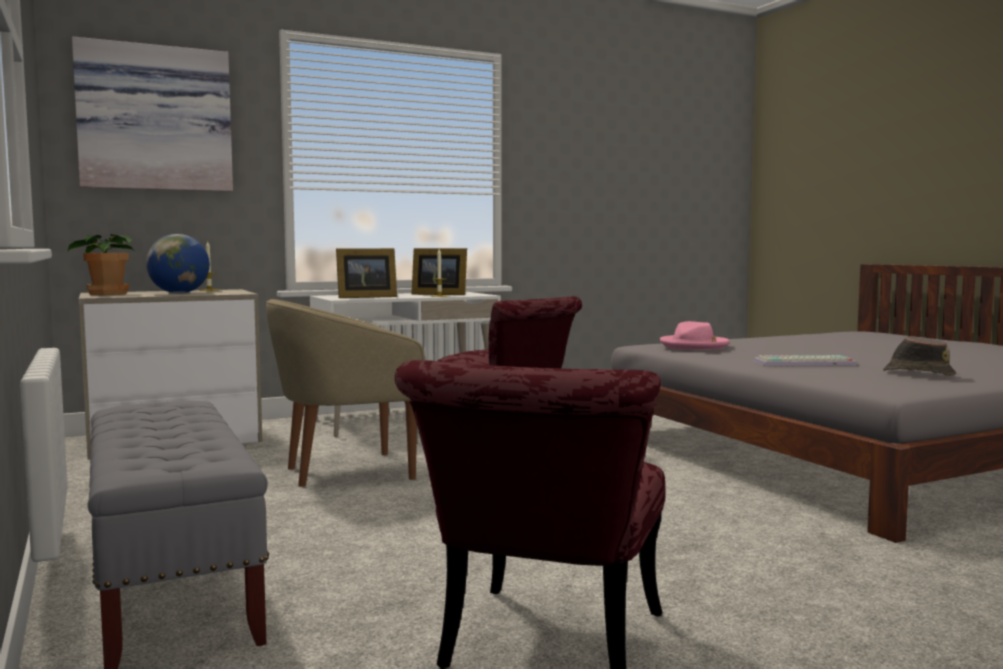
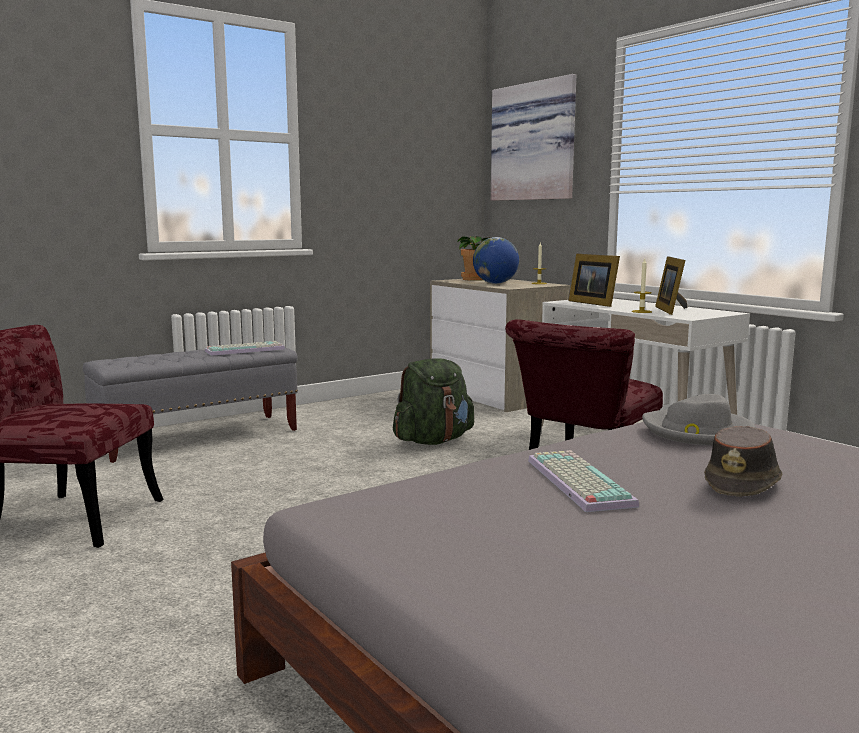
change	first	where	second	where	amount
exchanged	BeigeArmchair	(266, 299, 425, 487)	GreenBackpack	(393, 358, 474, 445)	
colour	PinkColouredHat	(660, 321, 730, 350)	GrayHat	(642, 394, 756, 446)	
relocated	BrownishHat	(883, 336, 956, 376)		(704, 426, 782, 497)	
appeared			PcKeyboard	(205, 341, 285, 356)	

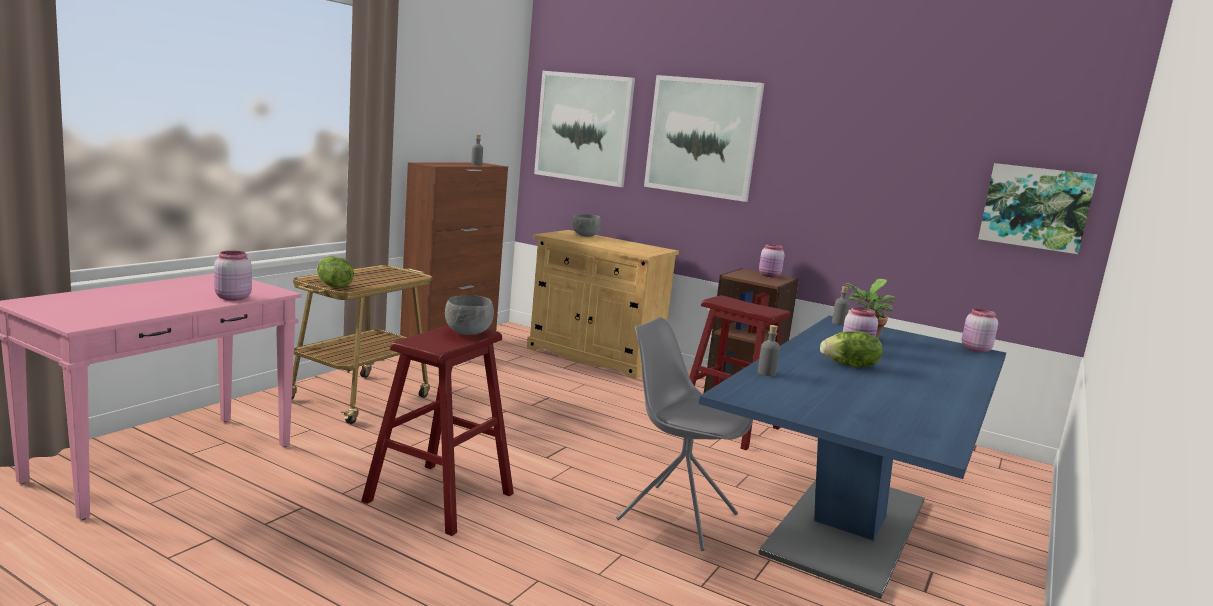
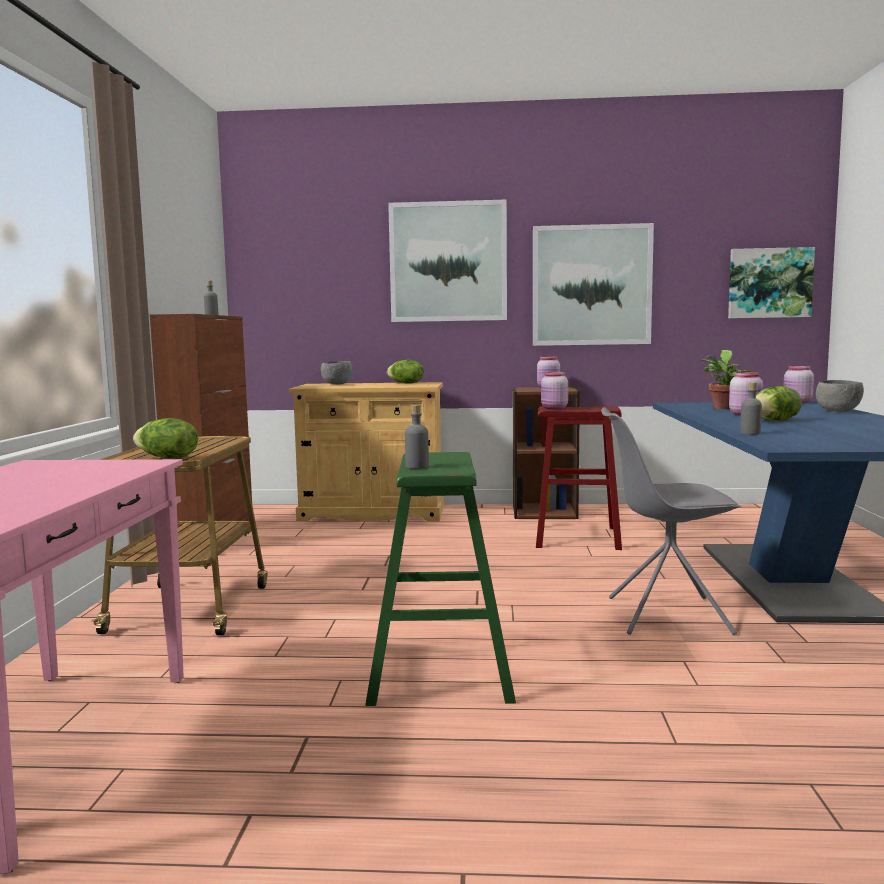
change	first	where	second	where	amount
relocated	WallPicture	(534, 71, 635, 187)		(533, 223, 654, 346)	
relocated	PinkColouredJar	(214, 251, 252, 301)		(541, 372, 568, 410)	
relocated	GrayBeverageBottle	(832, 286, 850, 325)		(405, 404, 429, 469)	
relocated	GrayServingBowl	(445, 295, 494, 335)		(816, 380, 864, 412)	
colour	RedStoolSeat	(361, 325, 514, 536)	GreenStoolSeat	(365, 452, 516, 706)	
appeared			Lettuce	(387, 360, 424, 384)	

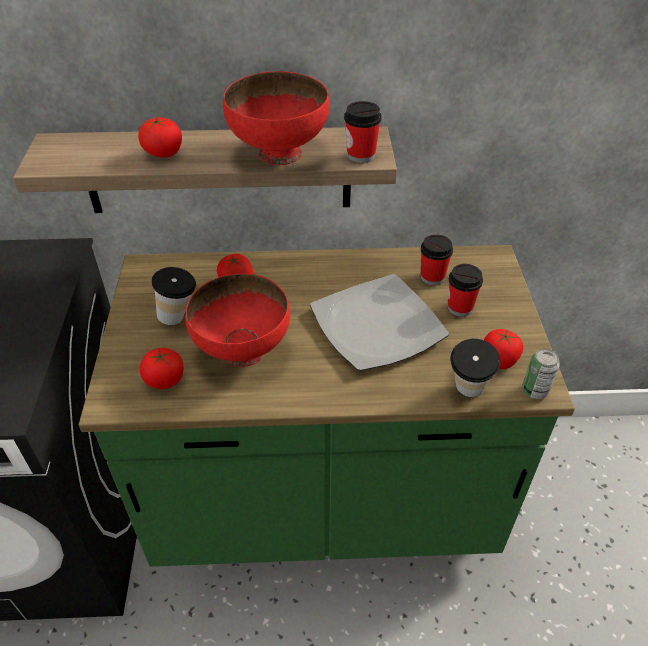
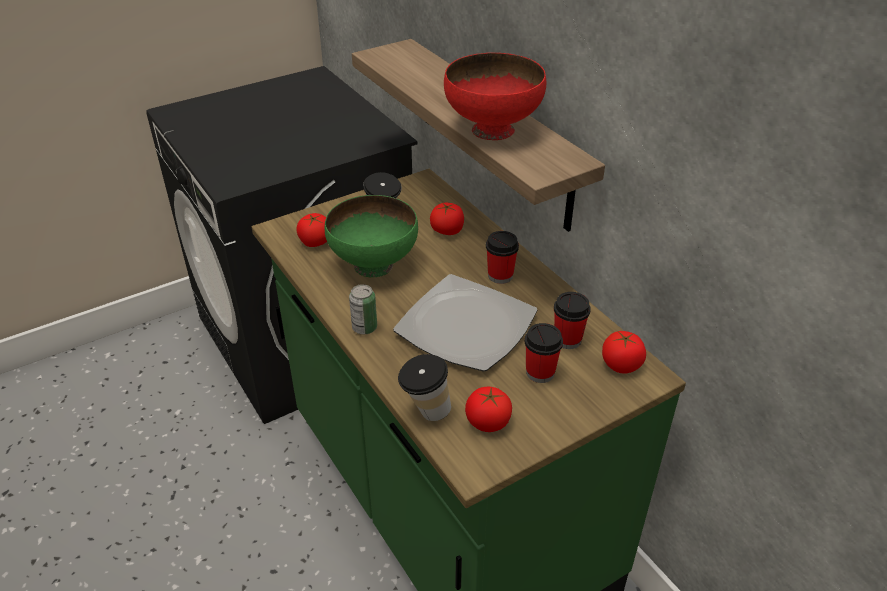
change	first	where	second	where	amount
relocated	DrinkingCup	(344, 101, 382, 163)		(486, 231, 519, 284)	
relocated	Tomato	(138, 116, 182, 158)		(602, 331, 646, 374)	
colour	RedServingBowl	(185, 273, 290, 367)	GreenServingBowl	(325, 195, 418, 277)	
relocated	MetalCan	(522, 348, 560, 399)		(349, 284, 377, 334)	

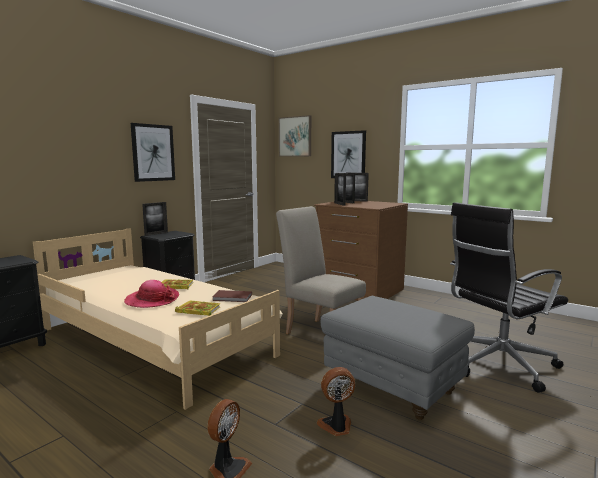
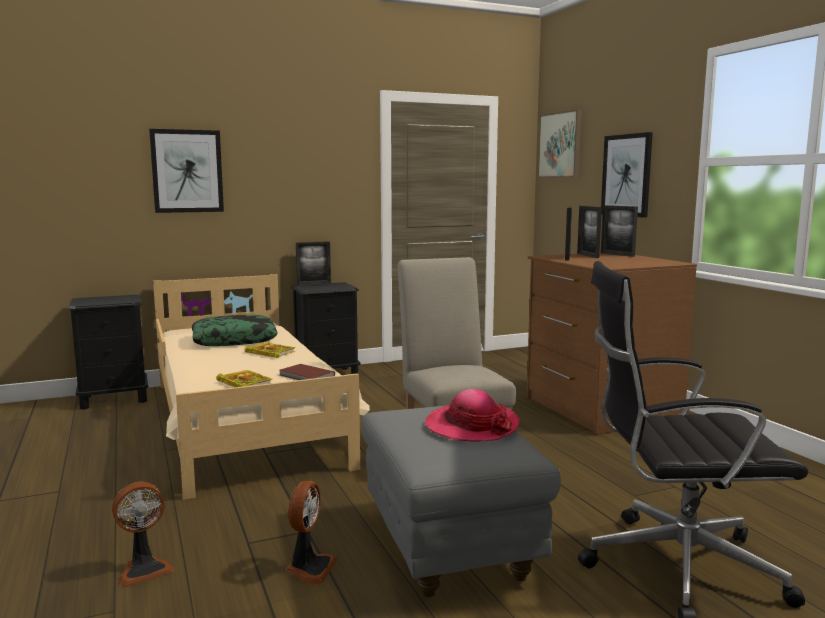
change	first	where	second	where	amount
relocated	WallPicture	(131, 123, 175, 182)		(149, 129, 224, 213)	
relocated	Hat	(124, 280, 179, 308)		(425, 389, 520, 442)	
spun	CoolingFan	(317, 367, 355, 436)		(286, 481, 338, 585)	90 degrees clockwise
appeared			Pillow	(192, 315, 278, 346)	

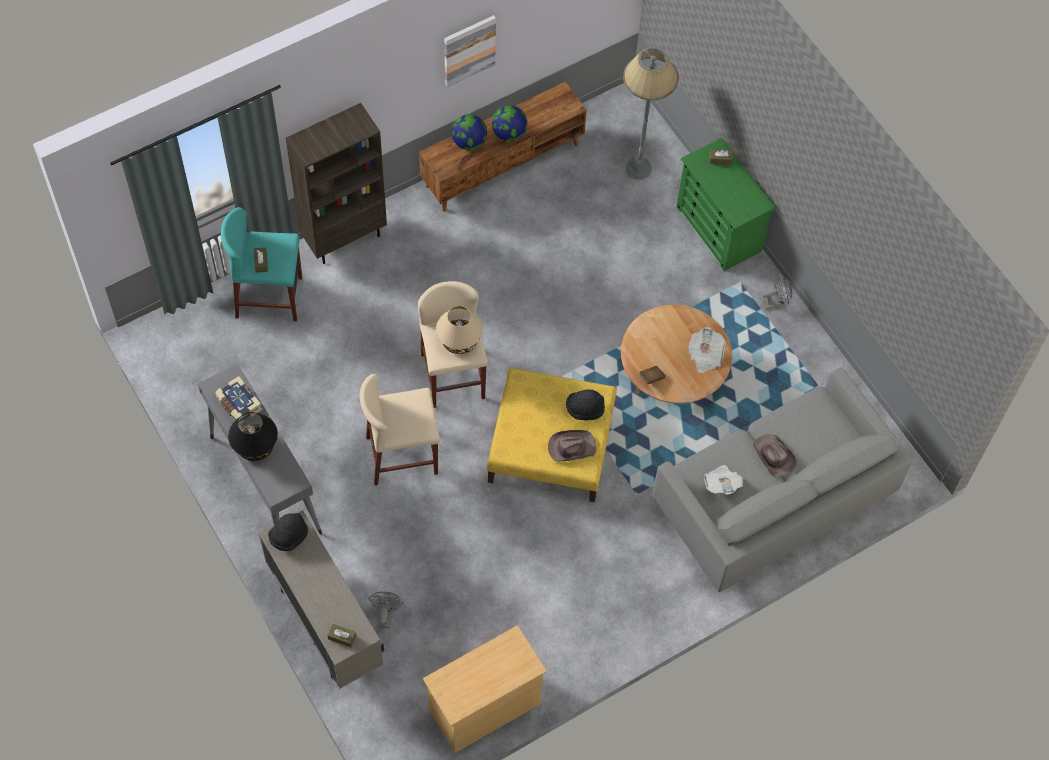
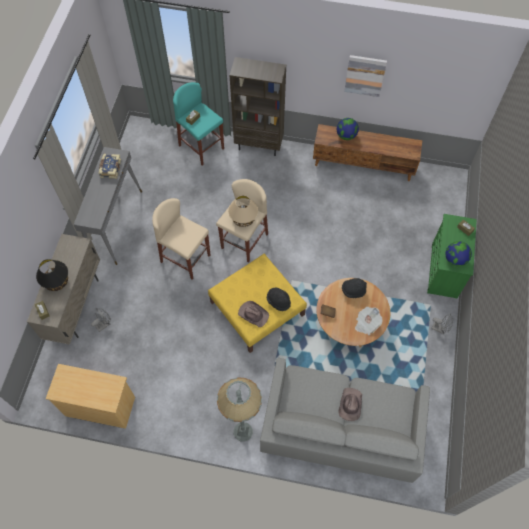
change	first	where	second	where	amount
relocated	GrayStandingLamp	(623, 47, 679, 179)		(217, 377, 262, 442)	
relocated	DeskGlobe	(492, 105, 527, 141)		(445, 241, 472, 266)	
relocated	BlackColouredLampForATable	(228, 412, 278, 461)		(36, 259, 68, 291)	
missing	Newspaper	(704, 465, 743, 495)			
relocated	BlackColouredHat	(268, 513, 308, 551)		(342, 278, 367, 298)	

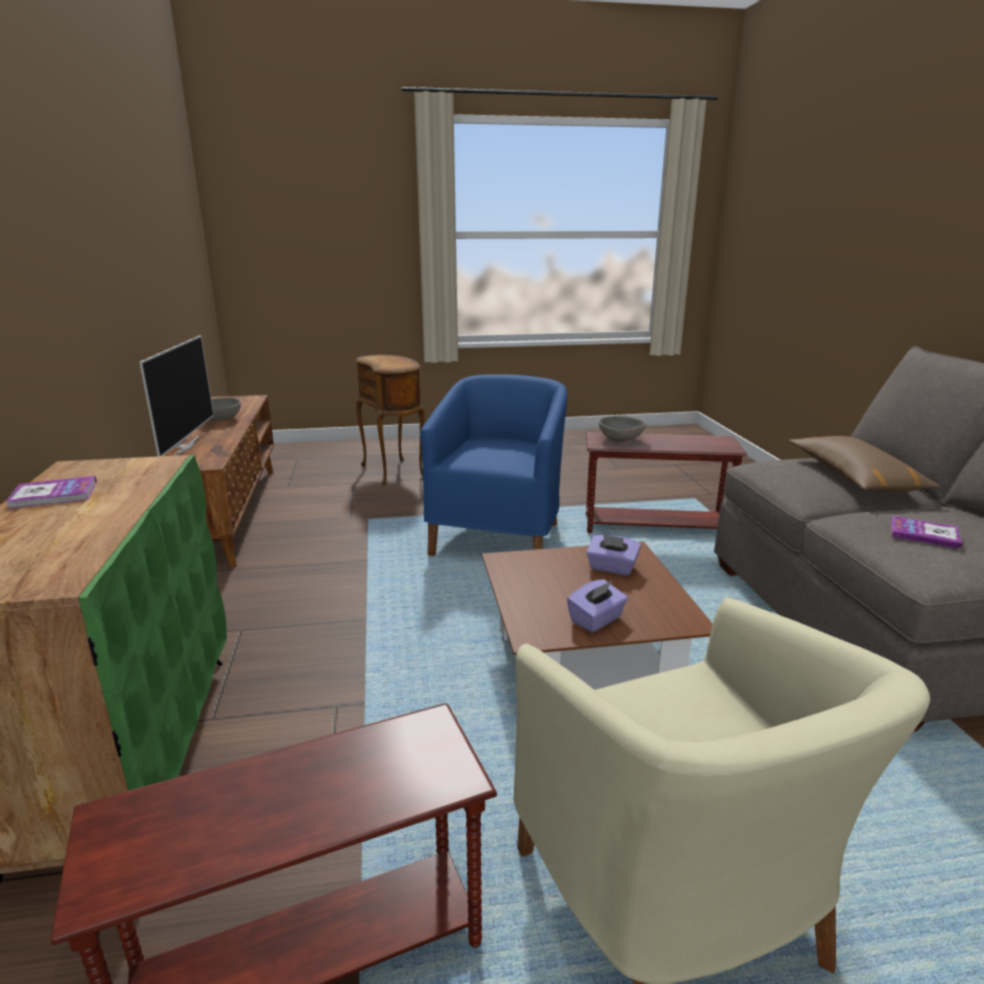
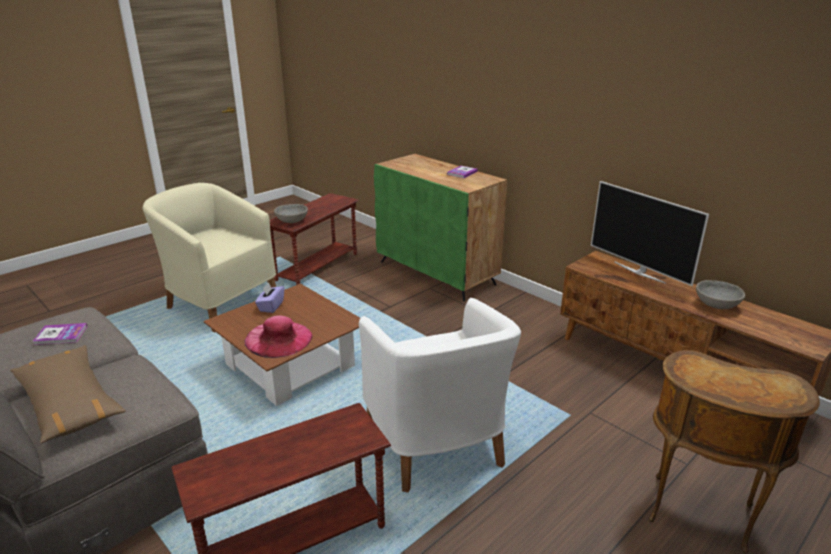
change	first	where	second	where	amount
colour	BlueArmchair	(420, 374, 567, 556)	WhiteColouredArmchair	(359, 298, 521, 493)	
relocated	GrayServingBowl	(599, 416, 646, 442)		(274, 204, 308, 223)	
exchanged	PurplishTissueBox	(587, 534, 641, 576)	PinkColouredHat	(245, 316, 312, 358)	

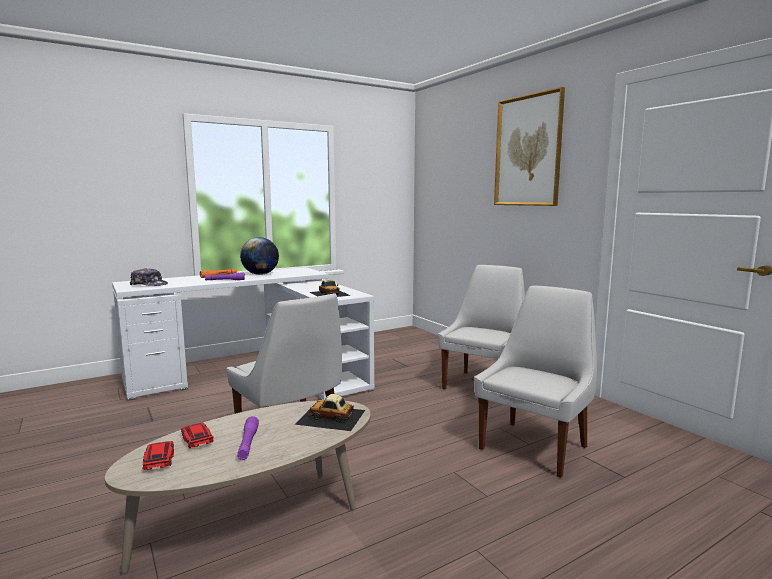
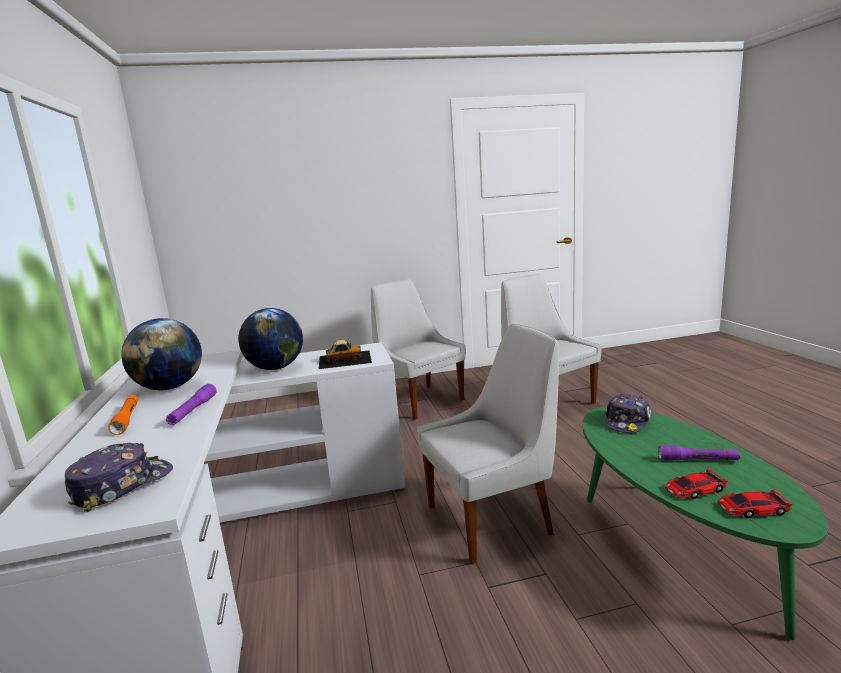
change	first	where	second	where	amount
missing	WallPicture	(494, 87, 565, 206)			
exchanged	ToyCar	(295, 394, 365, 431)	BaseballCap	(605, 393, 651, 433)	
colour	BeigeLowTable	(105, 401, 371, 574)	GreenLowTable	(582, 407, 828, 640)	
appeared			DeskGlobe	(238, 308, 303, 370)	

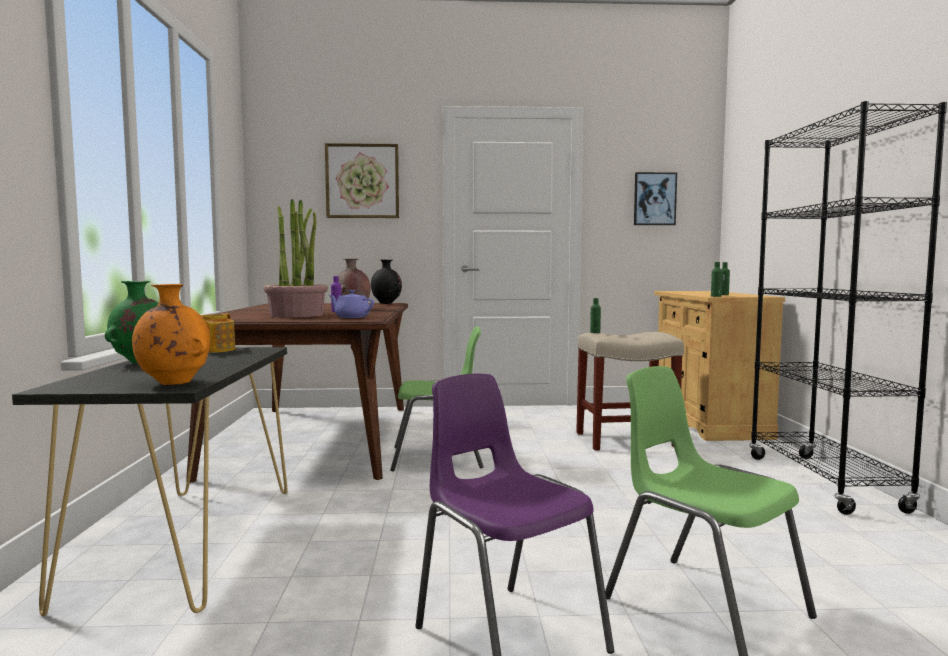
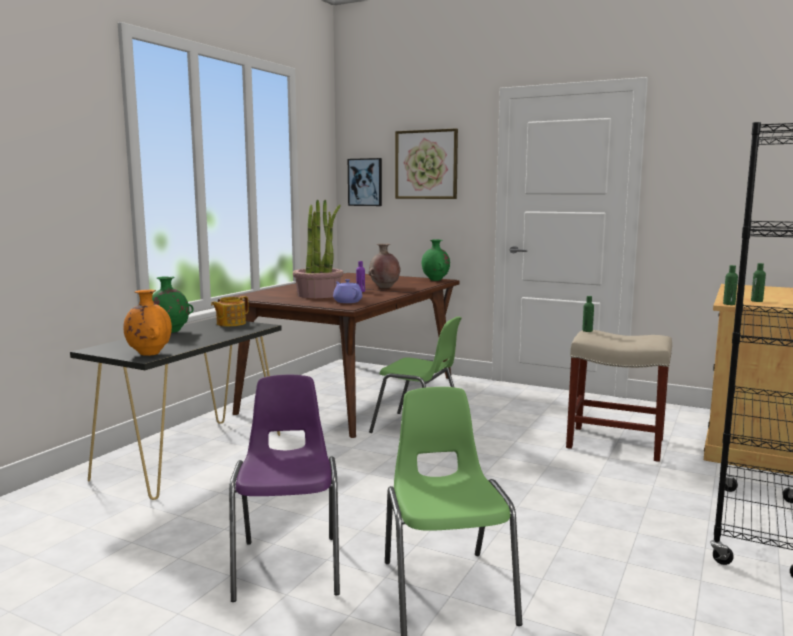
change	first	where	second	where	amount
relocated	WallPicture	(634, 172, 677, 225)		(348, 158, 382, 206)	
colour	BlackColouredDecorativeVase	(371, 260, 402, 304)	GreenDecorativeVase	(422, 239, 450, 281)	

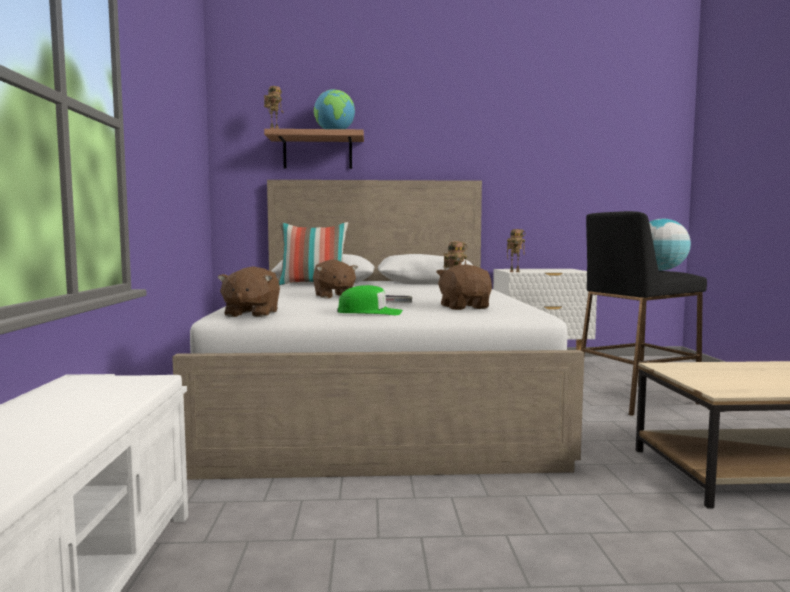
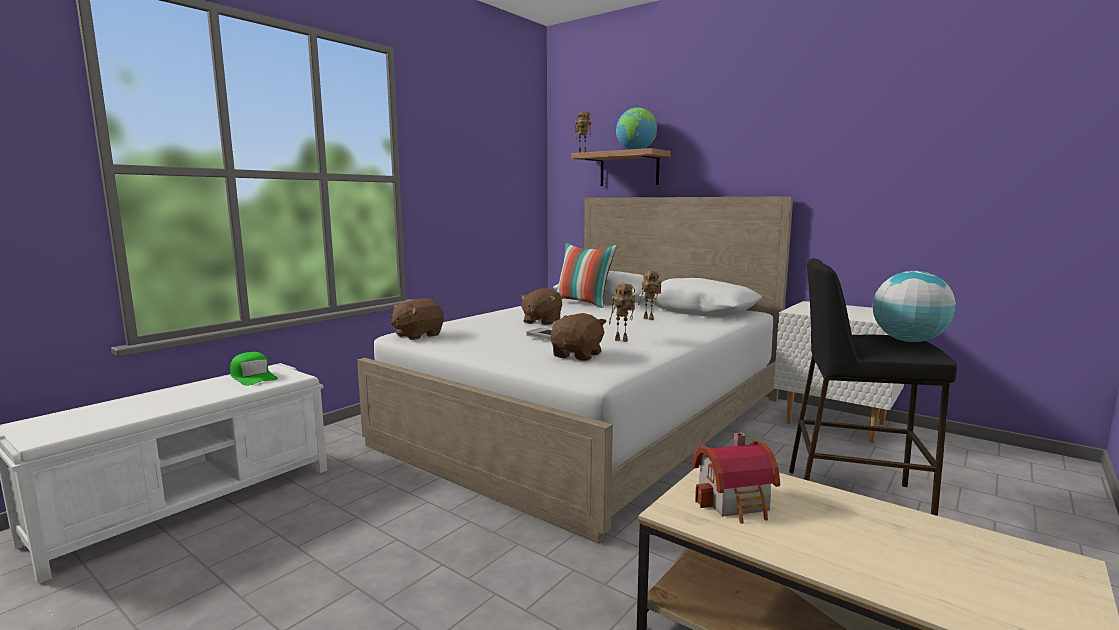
change	first	where	second	where	amount
relocated	ToyRobot	(507, 229, 526, 272)		(638, 271, 662, 320)	
relocated	GreenBaseballCap	(337, 285, 403, 315)		(230, 352, 278, 386)	
appeared			ModelHouse	(692, 432, 780, 524)	

